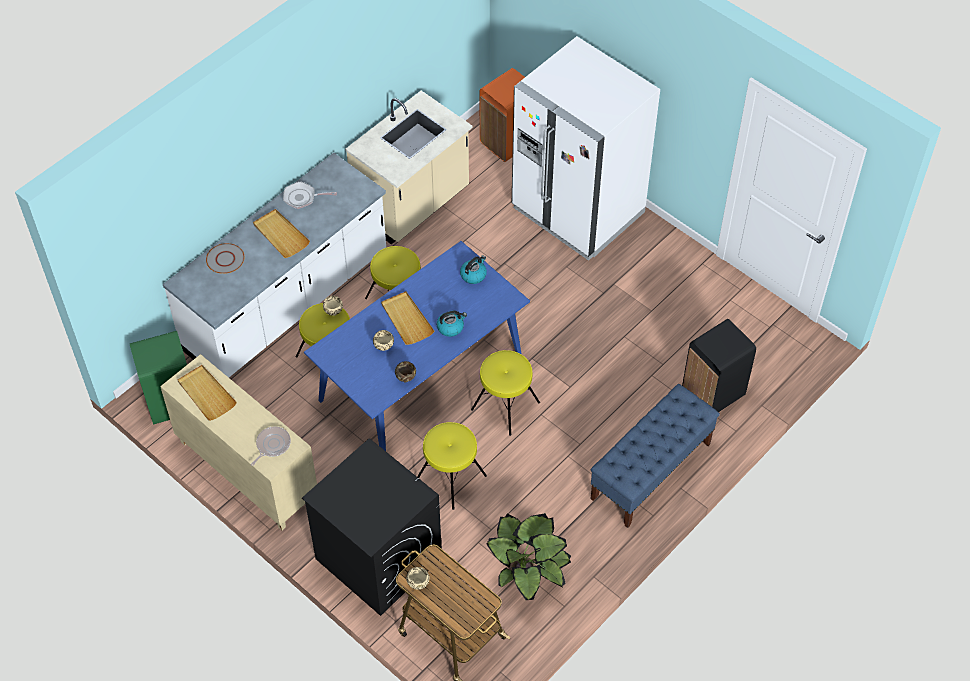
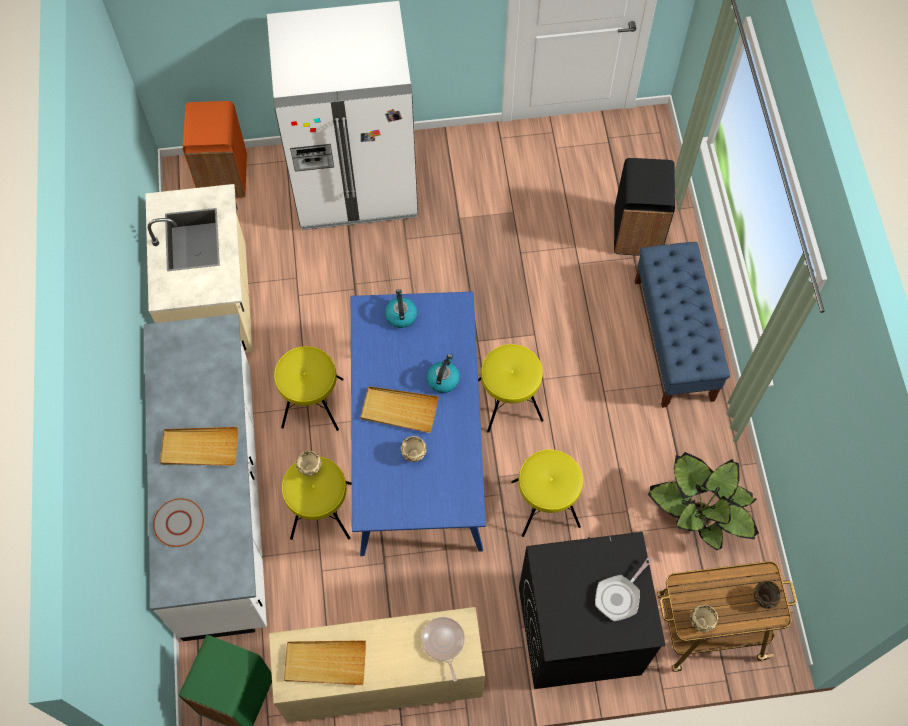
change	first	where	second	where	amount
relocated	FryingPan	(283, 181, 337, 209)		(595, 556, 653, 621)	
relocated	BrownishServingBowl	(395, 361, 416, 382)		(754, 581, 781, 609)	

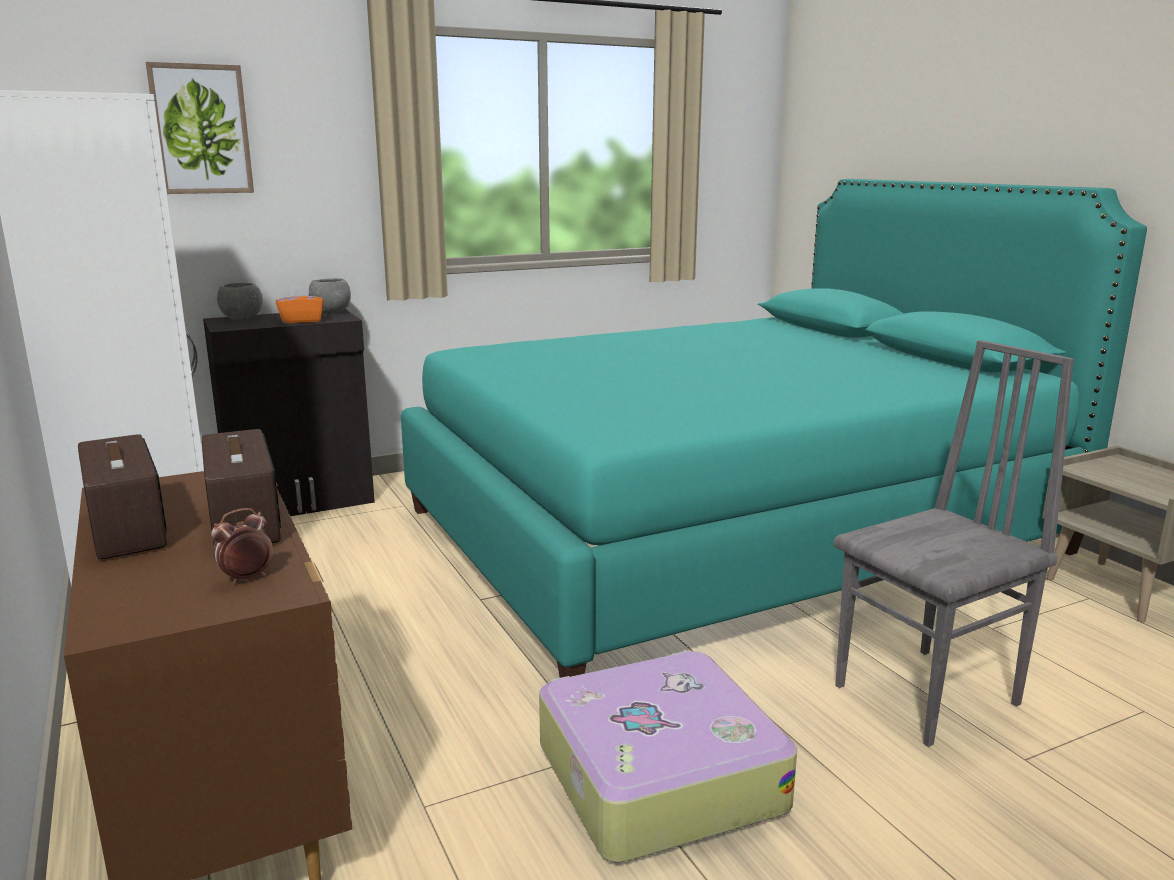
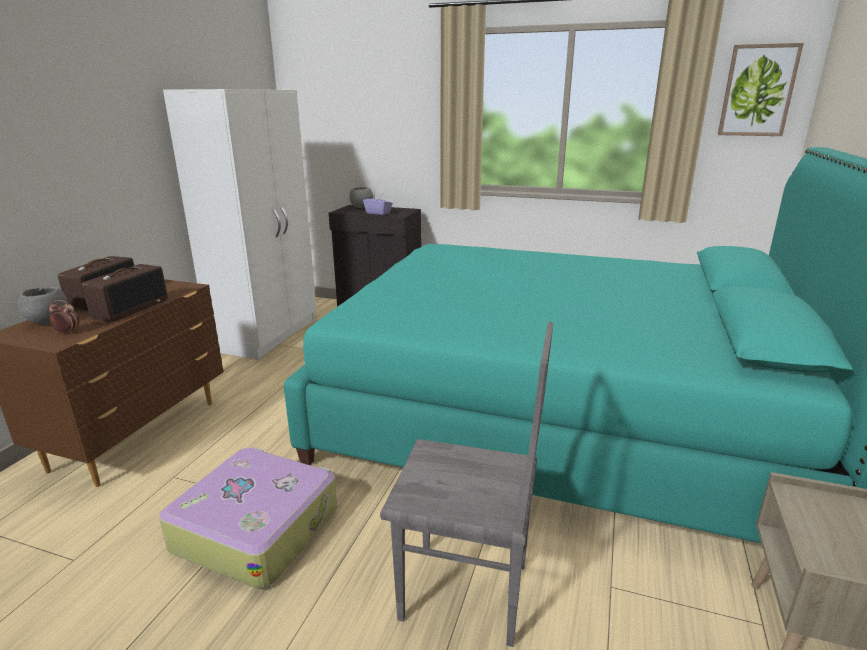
change	first	where	second	where	amount
relocated	WallPicture	(146, 62, 254, 194)		(718, 43, 804, 136)	
relocated	GrayServingBowl	(309, 278, 351, 314)		(18, 287, 68, 325)	
colour	OrangeTissueBox	(276, 285, 324, 324)	PurplishTissueBox	(363, 192, 393, 215)	

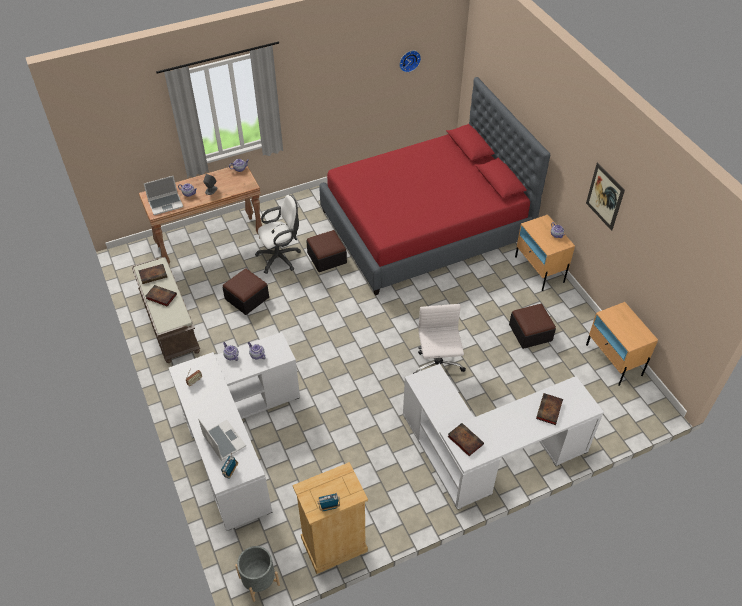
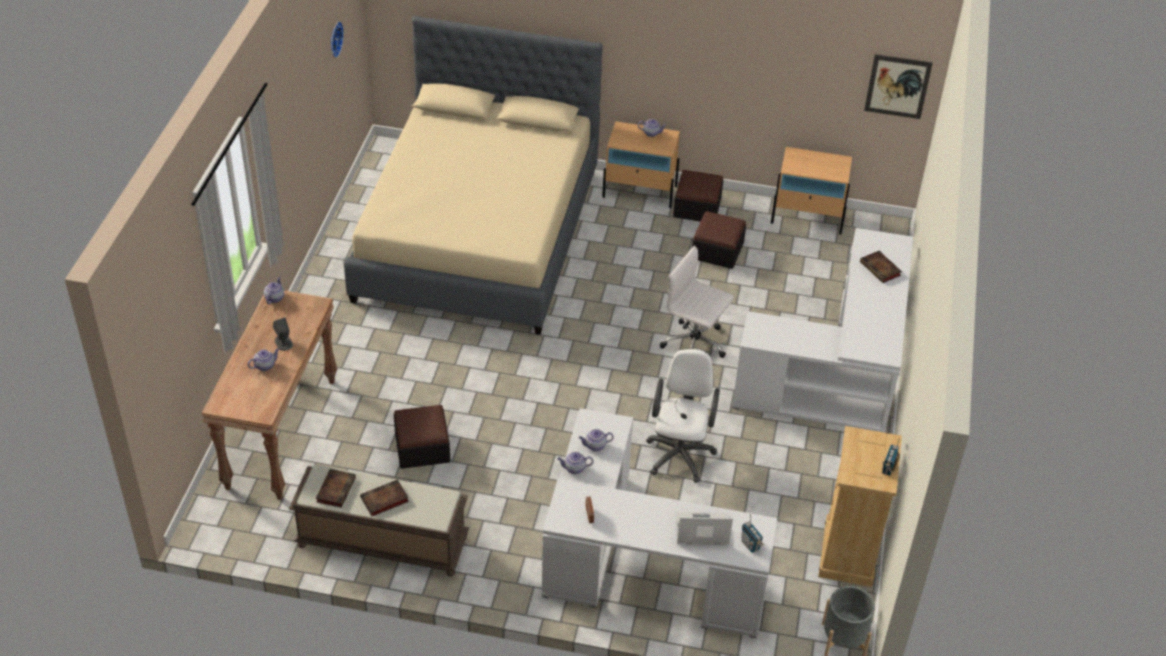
change	first	where	second	where	amount
colour	RedBed	(320, 77, 550, 296)	BeigeBed	(344, 16, 603, 335)	
relocated	WallPicture	(586, 162, 625, 231)		(864, 54, 933, 119)	
missing	NotebookComputer	(144, 176, 183, 215)			
relocated	WhiteColouredComputerChair	(255, 195, 301, 274)		(647, 348, 720, 483)	
relocated	Ottoman	(306, 230, 347, 272)		(673, 170, 723, 221)	
missing	Book	(448, 423, 484, 456)			

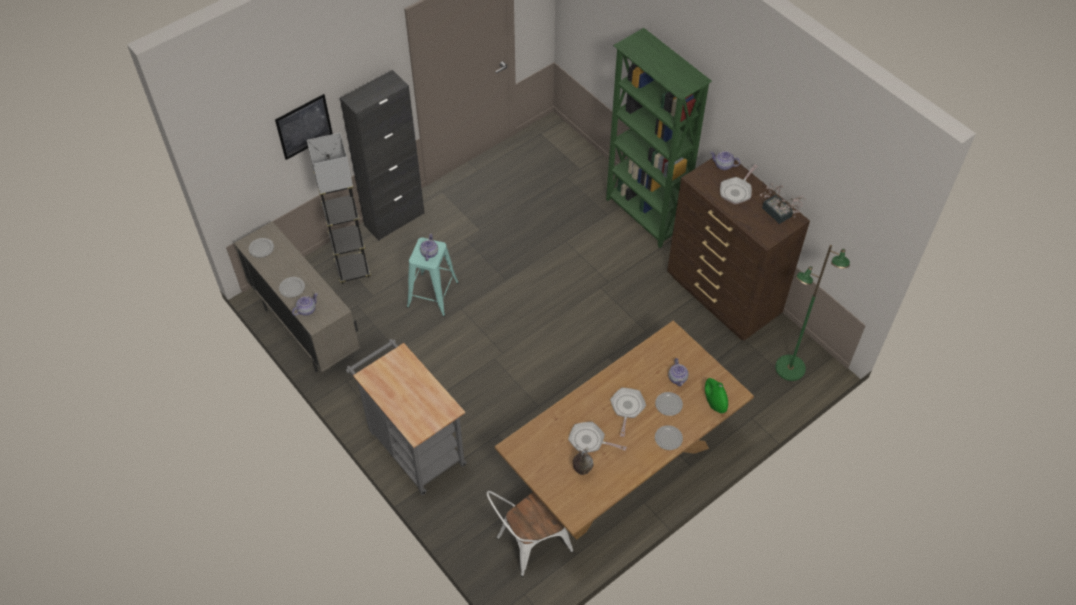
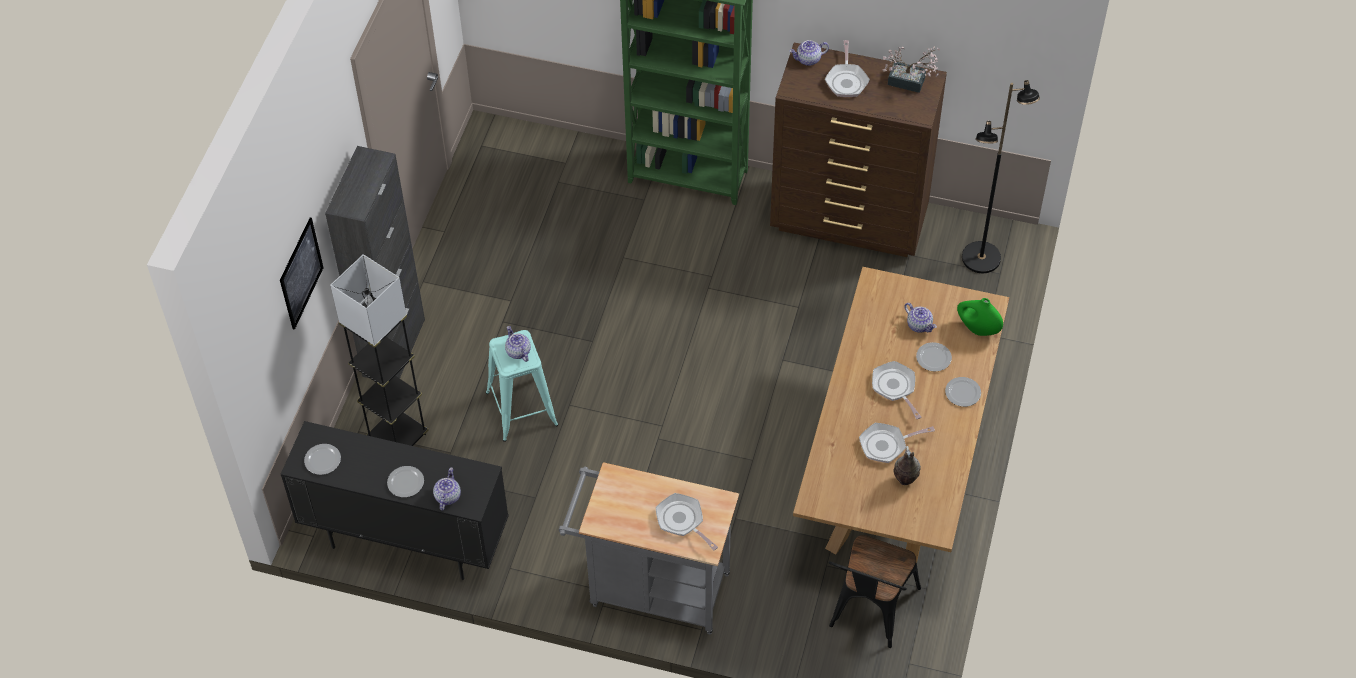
change	first	where	second	where	amount
colour	BeigeCabinet	(234, 221, 360, 372)	BlackColouredCabinet	(281, 421, 509, 580)	
colour	GreenStandingLamp	(775, 245, 850, 381)	BlackColouredStandingLamp	(962, 80, 1040, 273)	
colour	WhiteColouredPlainChair	(487, 491, 573, 577)	BlackColouredPlainChair	(828, 535, 921, 648)	
appeared			FryingPan	(656, 493, 718, 551)	

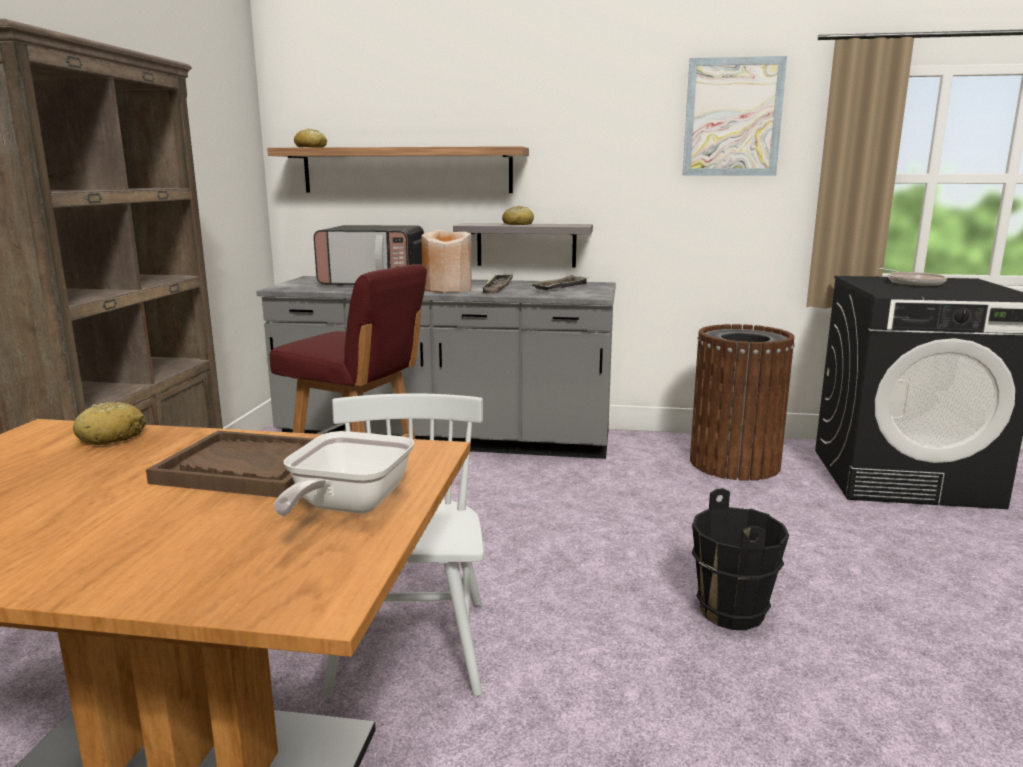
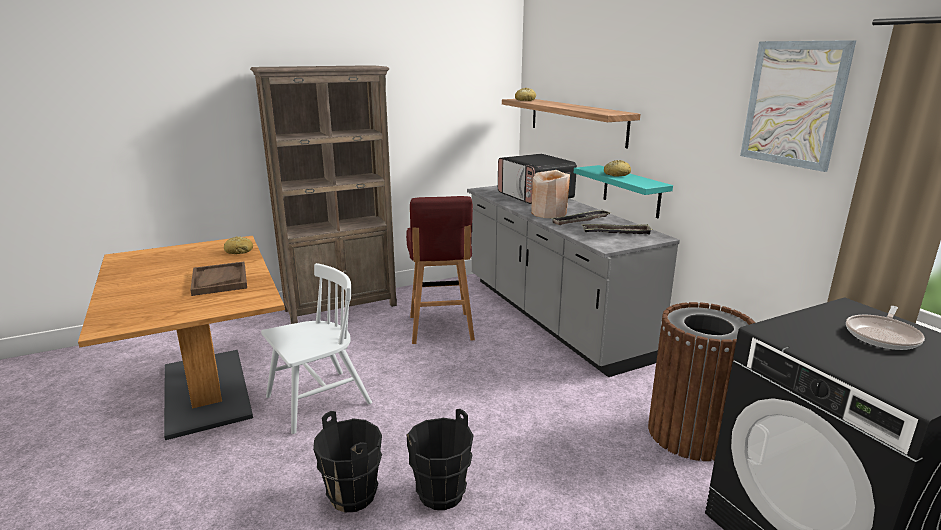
change	first	where	second	where	amount
colour	GrayWallShelf	(453, 223, 593, 268)	TurquoiseColouredWallShelf	(574, 165, 673, 218)	
missing	FryingPan	(274, 431, 414, 516)			
appeared			BlackColouredPail	(313, 411, 382, 512)	

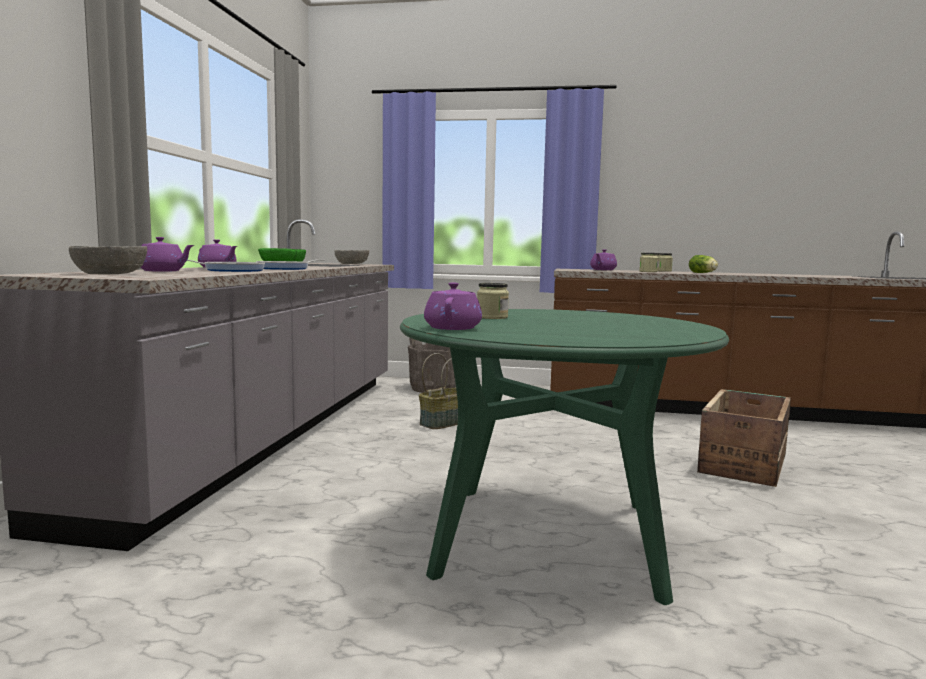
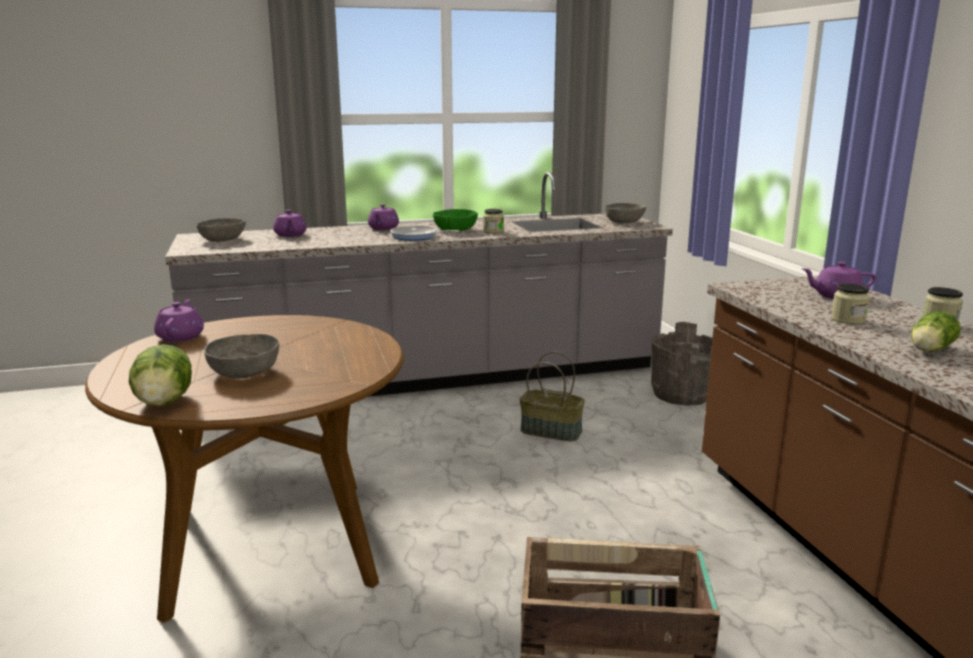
change	first	where	second	where	amount
missing	FryingPan	(187, 260, 265, 272)			
spun	PurplishTeapot	(424, 283, 482, 330)		(154, 299, 204, 342)	75 degrees counterclockwise
relocated	Jar	(477, 283, 509, 319)		(483, 209, 504, 233)	
colour	GreenDinnerTable	(400, 309, 729, 605)	BrownishDinnerTable	(85, 315, 404, 623)	
appeared			GrayServingBowl	(204, 334, 280, 378)	
appeared			Lettuce	(129, 344, 192, 406)	

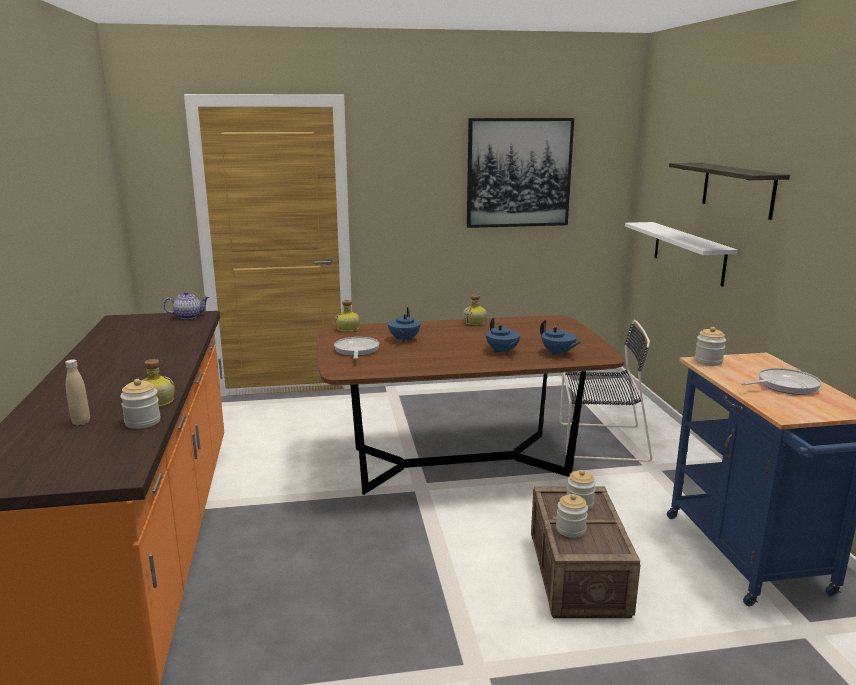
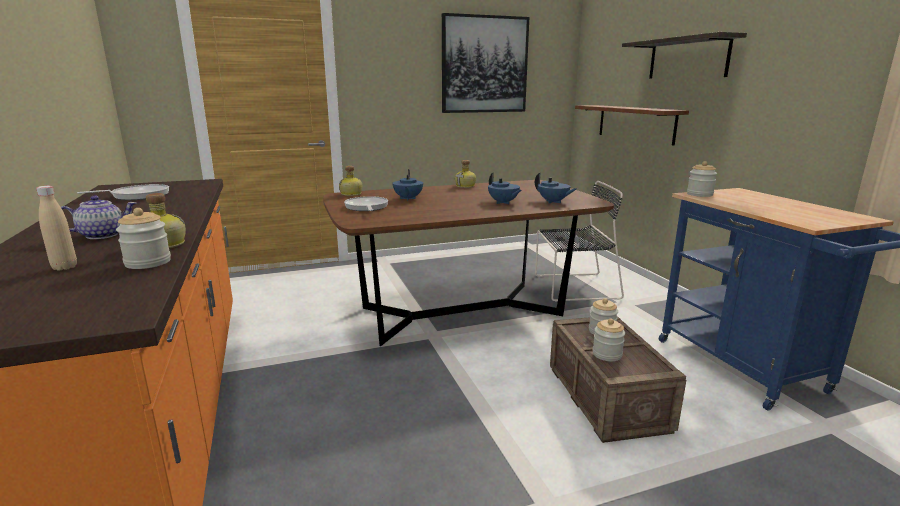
change	first	where	second	where	amount
colour	WhiteColouredWallShelf	(625, 222, 737, 287)	BrownishWallShelf	(575, 105, 689, 146)	
relocated	Teapot	(163, 291, 210, 319)		(61, 195, 136, 239)	
relocated	FryingPan	(741, 368, 822, 395)		(77, 184, 169, 200)	

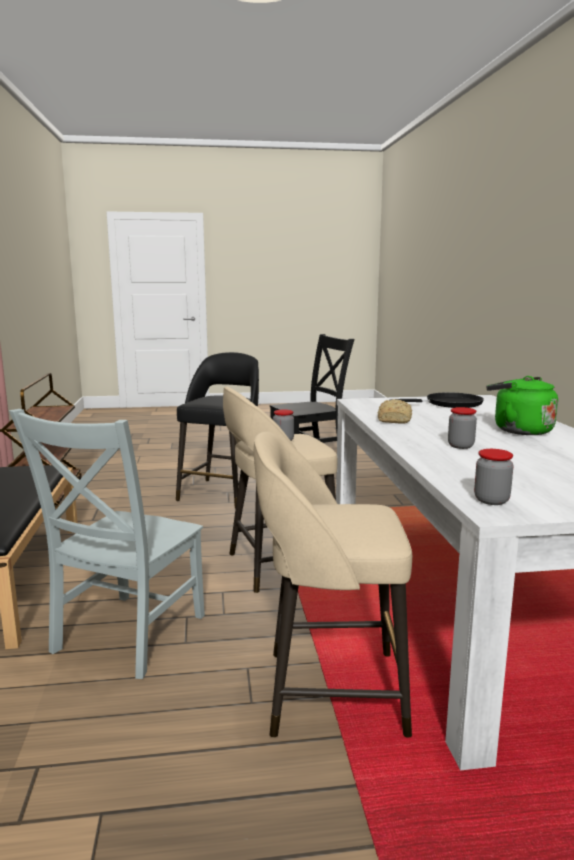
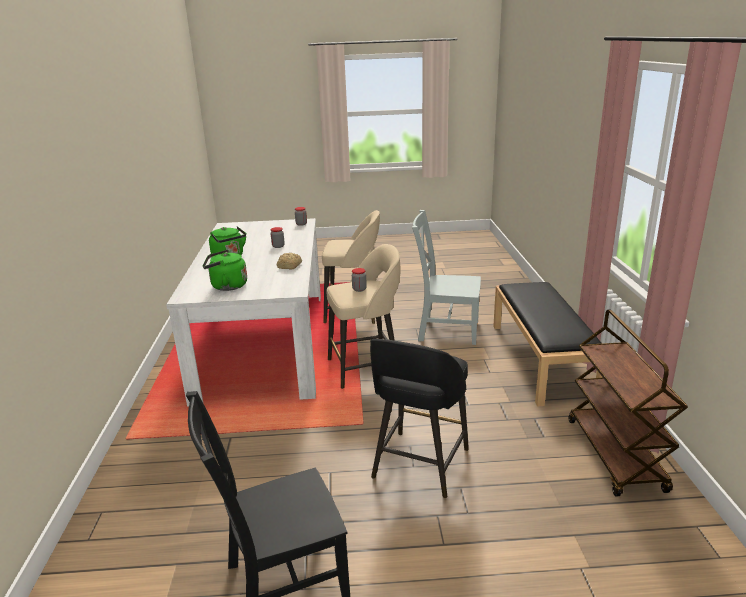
change	first	where	second	where	amount
exchanged	BlackColouredFryingPan	(390, 392, 484, 408)	GreenTeaKettle	(203, 250, 247, 291)	
spun	GrayPlainChair	(9, 409, 205, 679)		(412, 210, 481, 345)	105 degrees counterclockwise

